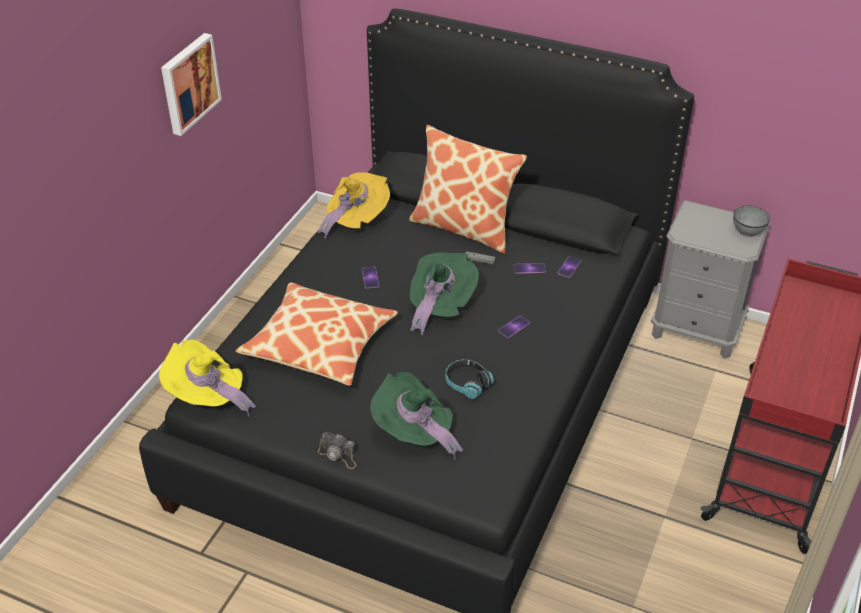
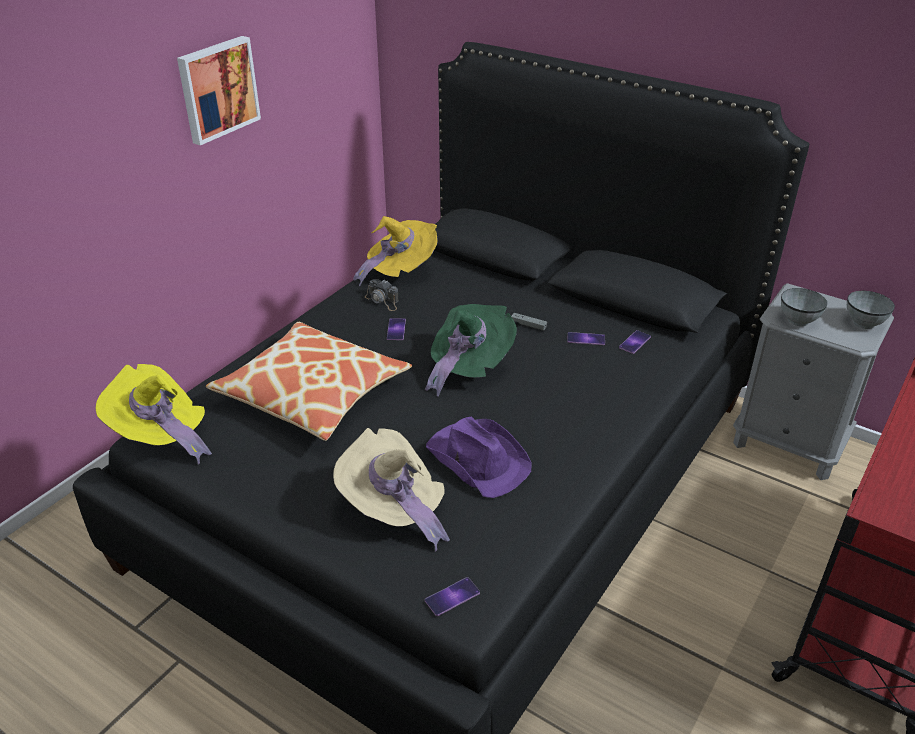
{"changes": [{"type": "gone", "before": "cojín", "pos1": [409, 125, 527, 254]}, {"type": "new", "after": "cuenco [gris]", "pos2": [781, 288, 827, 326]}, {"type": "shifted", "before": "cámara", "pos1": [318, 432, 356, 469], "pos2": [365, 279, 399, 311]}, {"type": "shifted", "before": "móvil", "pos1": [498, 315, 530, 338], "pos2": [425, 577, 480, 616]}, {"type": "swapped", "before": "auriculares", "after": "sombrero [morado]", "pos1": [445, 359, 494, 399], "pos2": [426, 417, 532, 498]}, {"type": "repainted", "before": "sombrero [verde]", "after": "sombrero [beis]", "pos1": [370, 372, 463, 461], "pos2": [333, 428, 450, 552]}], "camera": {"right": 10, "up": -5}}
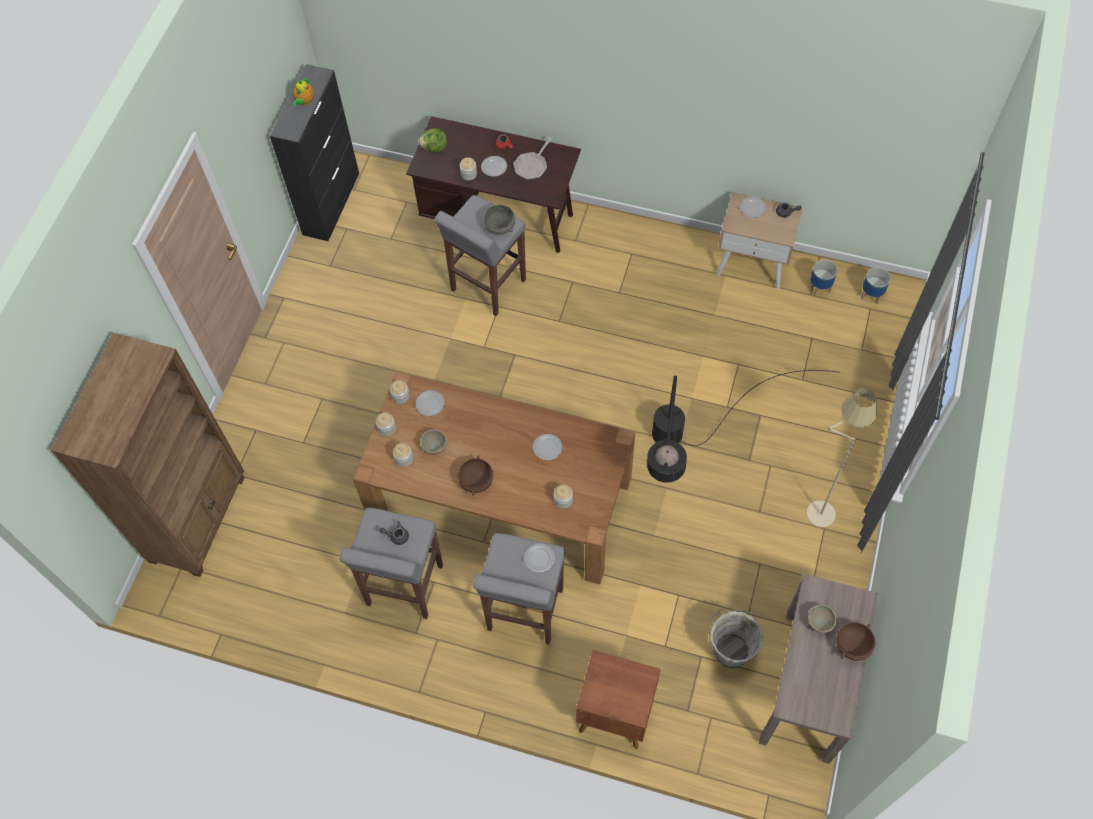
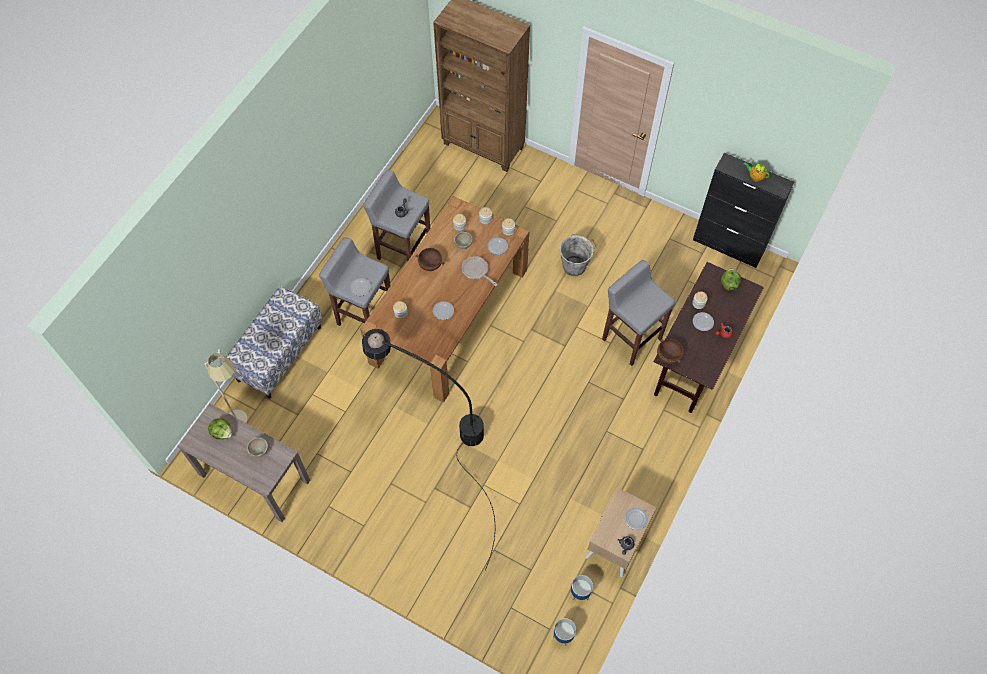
{"changes": [{"type": "gone", "before": "cuenco [gris]", "pos1": [483, 205, 515, 235]}, {"type": "new", "after": "lechuga", "pos2": [208, 419, 232, 440]}, {"type": "shifted", "before": "sartén", "pos1": [513, 137, 553, 180], "pos2": [462, 257, 498, 286]}, {"type": "shifted", "before": "cubo [gris]", "pos1": [709, 609, 763, 668], "pos2": [560, 234, 597, 276]}, {"type": "shifted", "before": "lámpara de pie [beis]", "pos1": [807, 388, 878, 527], "pos2": [205, 349, 248, 423]}, {"type": "shifted", "before": "cuenco [marrón]", "pos1": [836, 622, 876, 661], "pos2": [657, 339, 683, 364]}, {"type": "swapped", "before": "mesita de noche [marrón]", "after": "banco", "pos1": [576, 650, 660, 749], "pos2": [223, 286, 323, 399]}], "camera": {"right": 100, "up": 0}}
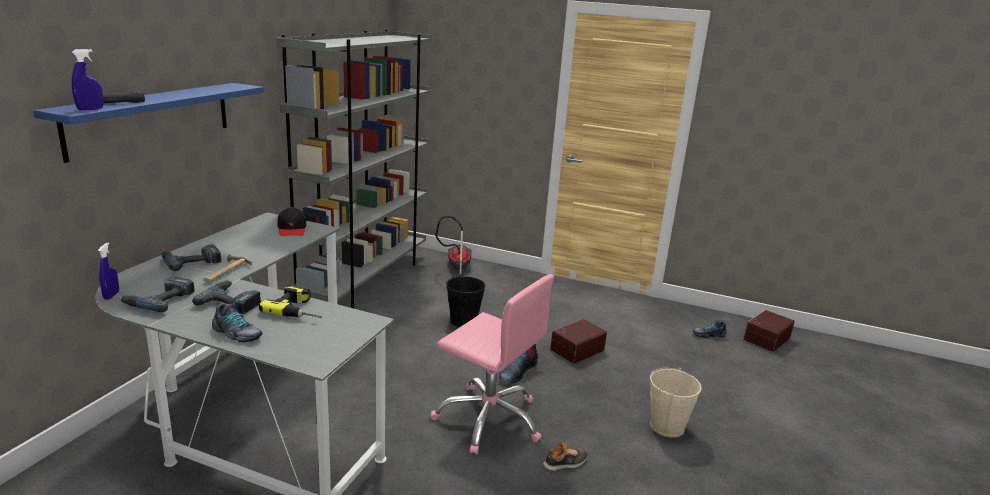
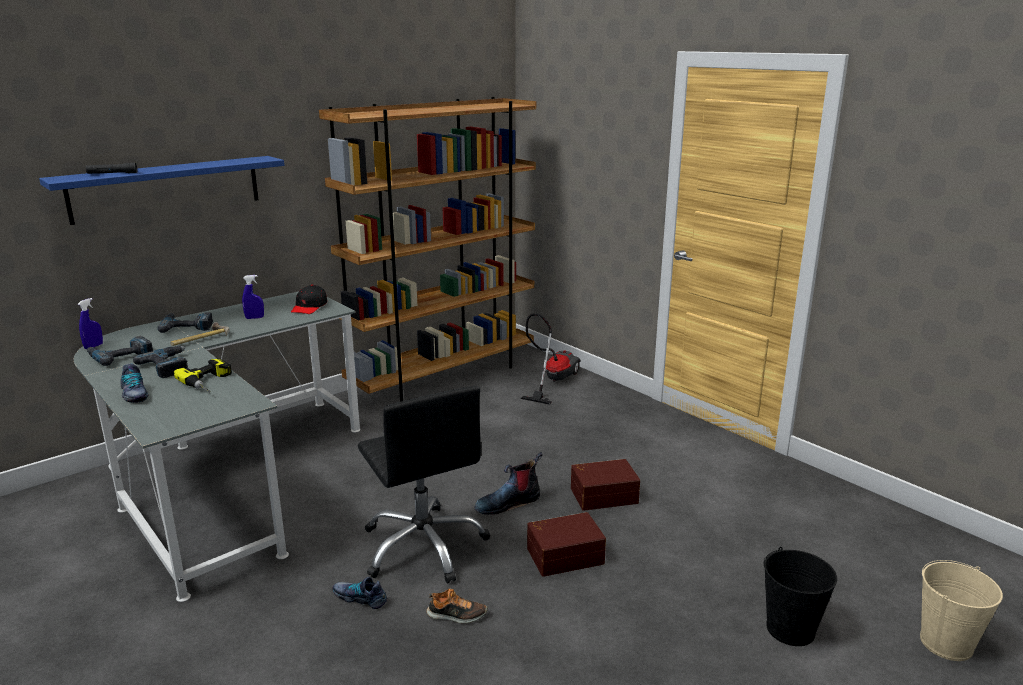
{"changes": [{"type": "shifted", "before": "pulverizador [azul]", "pos1": [72, 49, 103, 110], "pos2": [242, 275, 264, 319]}, {"type": "shifted", "before": "cubo [negro]", "pos1": [446, 276, 485, 327], "pos2": [764, 547, 837, 646]}, {"type": "shifted", "before": "cubo [beis]", "pos1": [650, 368, 702, 437], "pos2": [920, 560, 1003, 661]}, {"type": "shifted", "before": "zapato", "pos1": [692, 320, 727, 338], "pos2": [333, 577, 387, 609]}, {"type": "shifted", "before": "caja de almacenaje [marrón]", "pos1": [744, 310, 795, 352], "pos2": [527, 512, 606, 577]}, {"type": "repainted", "before": "estantería [gris]", "after": "estantería [marrón]", "pos1": [276, 30, 432, 309], "pos2": [319, 97, 536, 402]}, {"type": "repainted", "before": "silla de oficina [rosa]", "after": "silla de oficina [negro]", "pos1": [431, 274, 554, 455], "pos2": [358, 386, 490, 584]}], "camera": {"right": 30, "up": 0}}
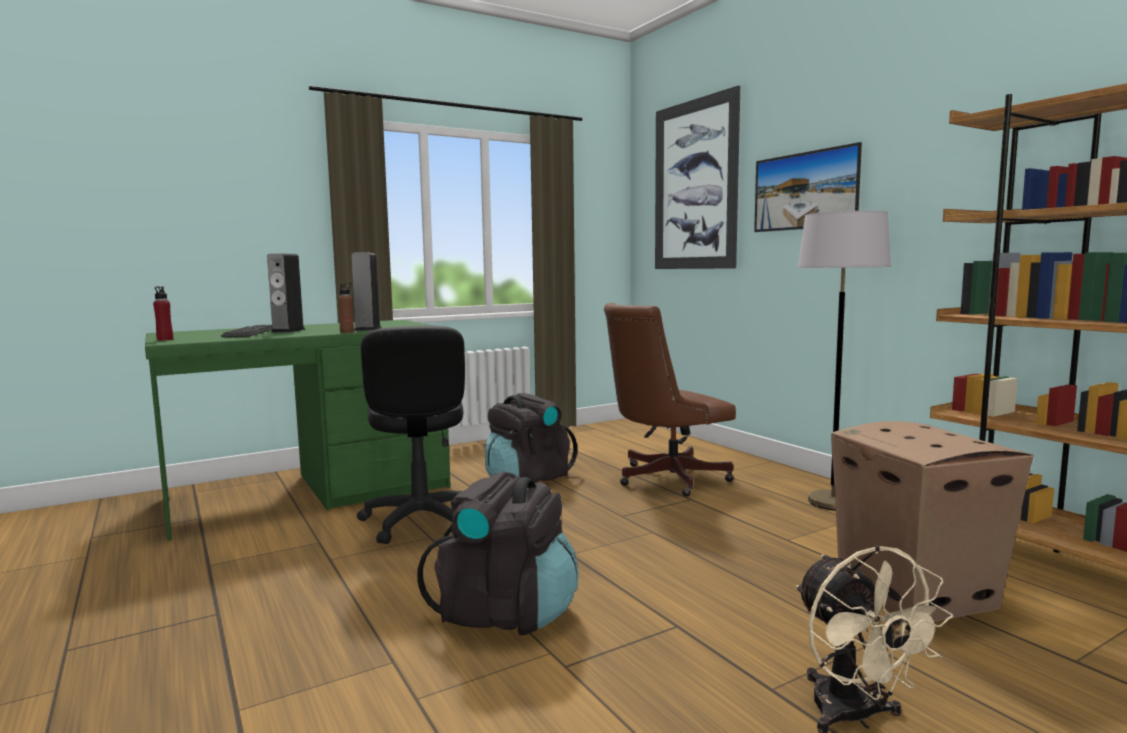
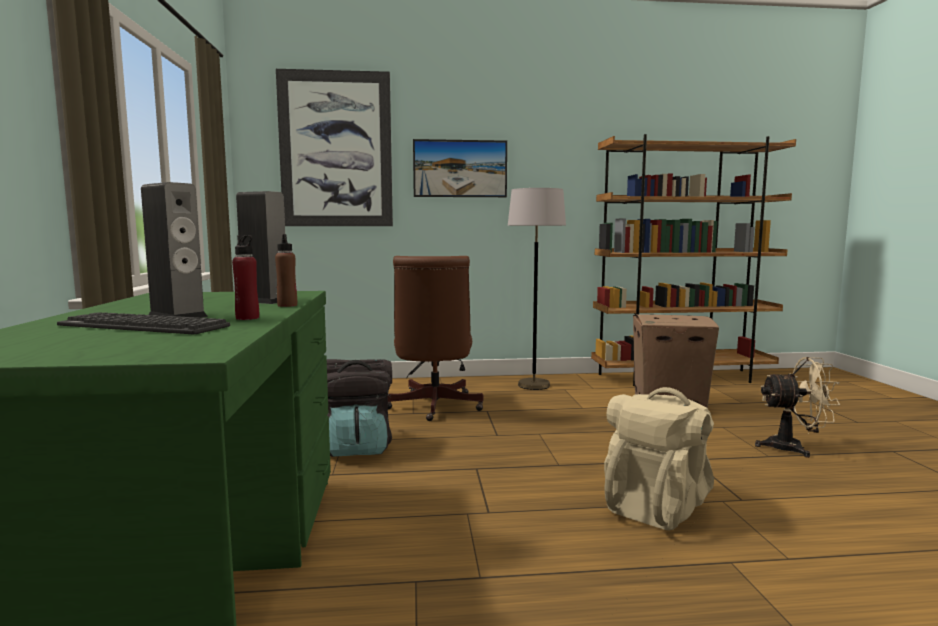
{"changes": [{"type": "gone", "before": "silla de oficina [negro]", "pos1": [357, 326, 465, 544]}, {"type": "shifted", "before": "botella [rojo]", "pos1": [153, 286, 173, 341], "pos2": [232, 235, 259, 320]}, {"type": "repainted", "before": "mochila [negro]", "after": "mochila [beis]", "pos1": [417, 472, 579, 635], "pos2": [604, 387, 714, 530]}], "camera": {"right": -65, "up": 0}}
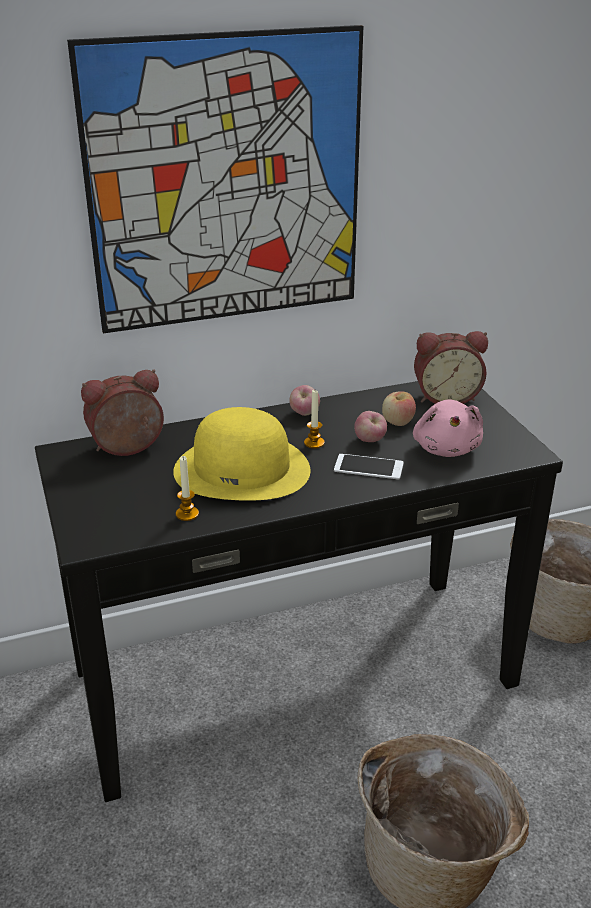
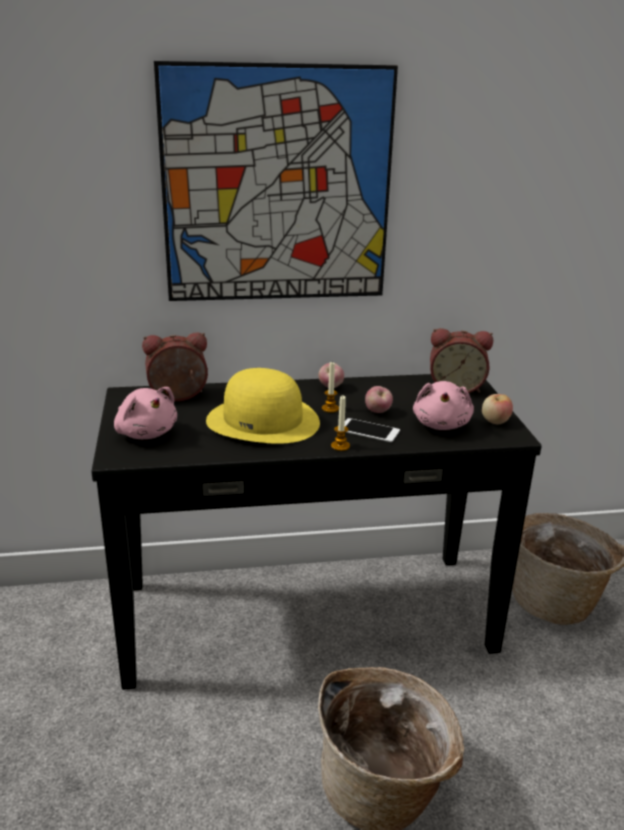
{"changes": [{"type": "new", "after": "peluche [rosa]", "pos2": [114, 387, 177, 439]}, {"type": "shifted", "before": "vela", "pos1": [176, 456, 199, 521], "pos2": [331, 396, 350, 451]}, {"type": "shifted", "before": "manzana", "pos1": [382, 392, 416, 426], "pos2": [482, 394, 513, 425]}], "camera": {"right": 10, "up": -5}}
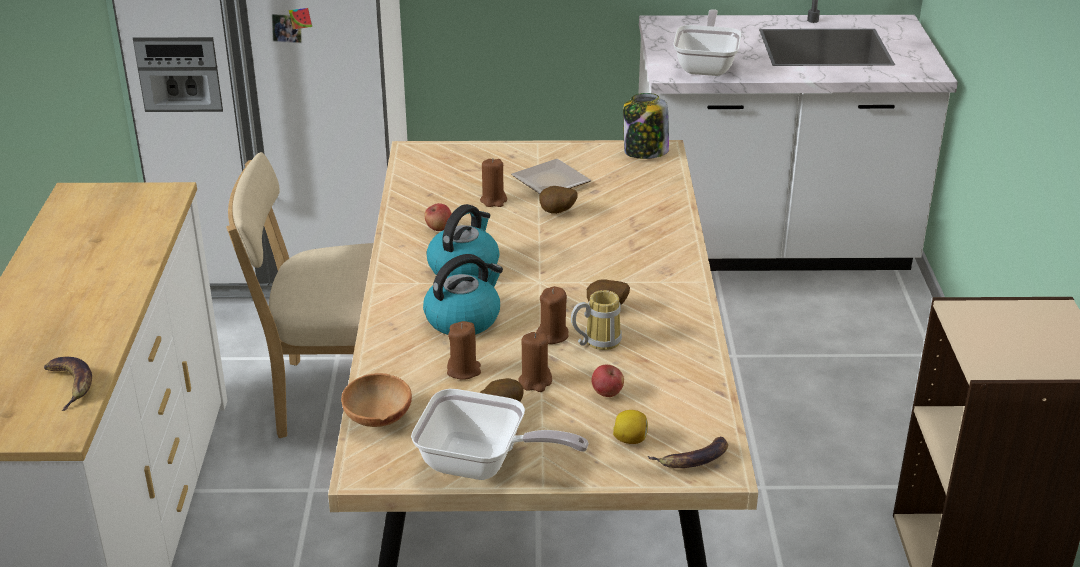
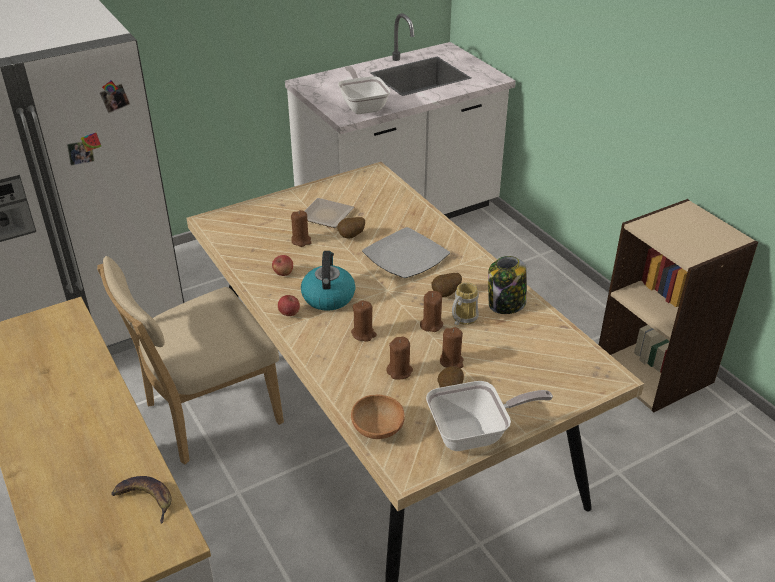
{"changes": [{"type": "gone", "before": "limón", "pos1": [613, 410, 648, 444]}, {"type": "gone", "before": "plátano", "pos1": [648, 436, 728, 468]}, {"type": "new", "after": "plato", "pos2": [362, 227, 450, 278]}, {"type": "shifted", "before": "manzana", "pos1": [592, 365, 624, 397], "pos2": [278, 295, 300, 316]}, {"type": "shifted", "before": "tarro", "pos1": [623, 93, 669, 159], "pos2": [488, 256, 527, 314]}, {"type": "swapped", "before": "hervidor", "after": "vela [marrón]", "pos1": [423, 254, 503, 335], "pos2": [351, 300, 377, 342]}], "camera": {"right": -30, "up": 5}}
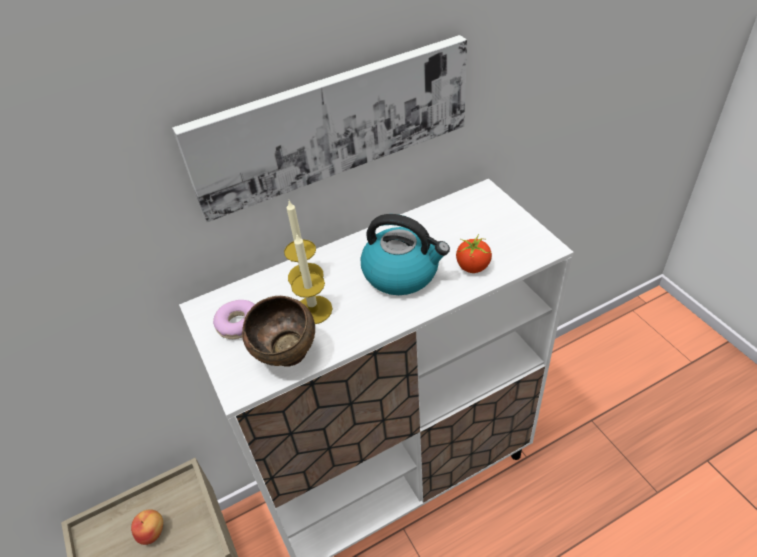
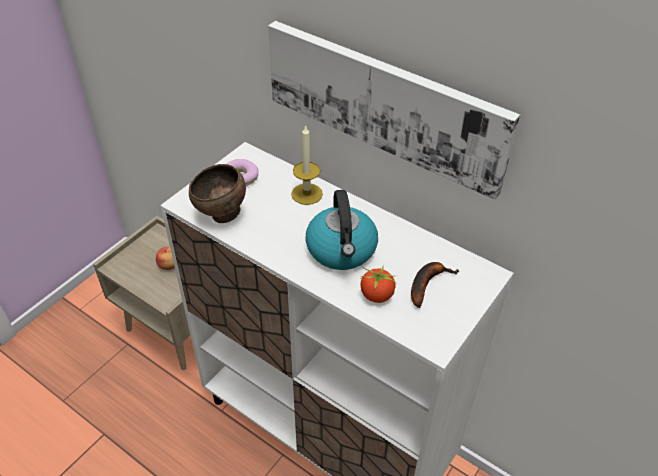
{"changes": [{"type": "gone", "before": "vela", "pos1": [291, 233, 333, 324]}, {"type": "new", "after": "plátano", "pos2": [411, 262, 459, 308]}], "camera": {"right": 60, "up": 0}}
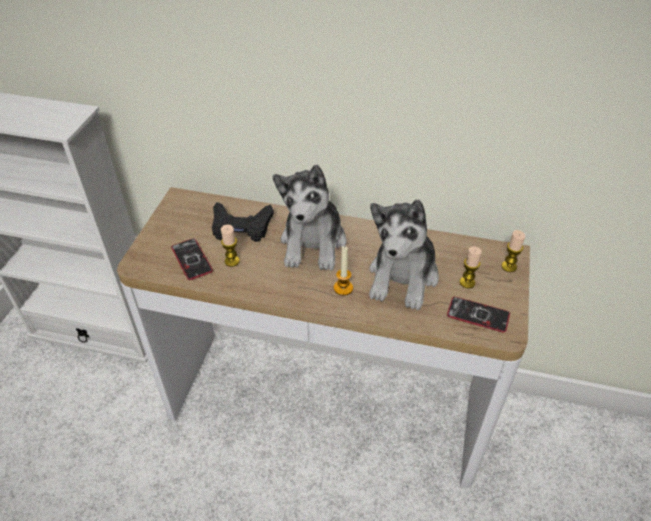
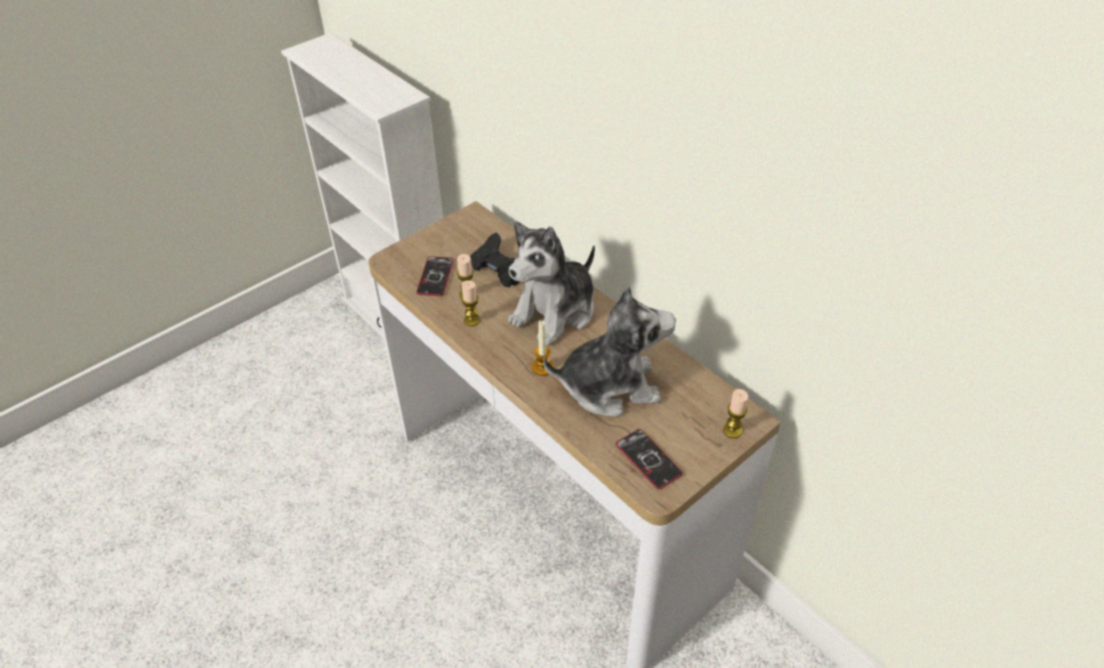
{"changes": [{"type": "shifted", "before": "vela", "pos1": [460, 247, 482, 289], "pos2": [461, 280, 481, 326]}, {"type": "rotated", "before": "peluche", "pos1": [369, 200, 439, 310], "pos2": [543, 284, 676, 417], "turn": -150}], "camera": {"right": 35, "up": 0}}
